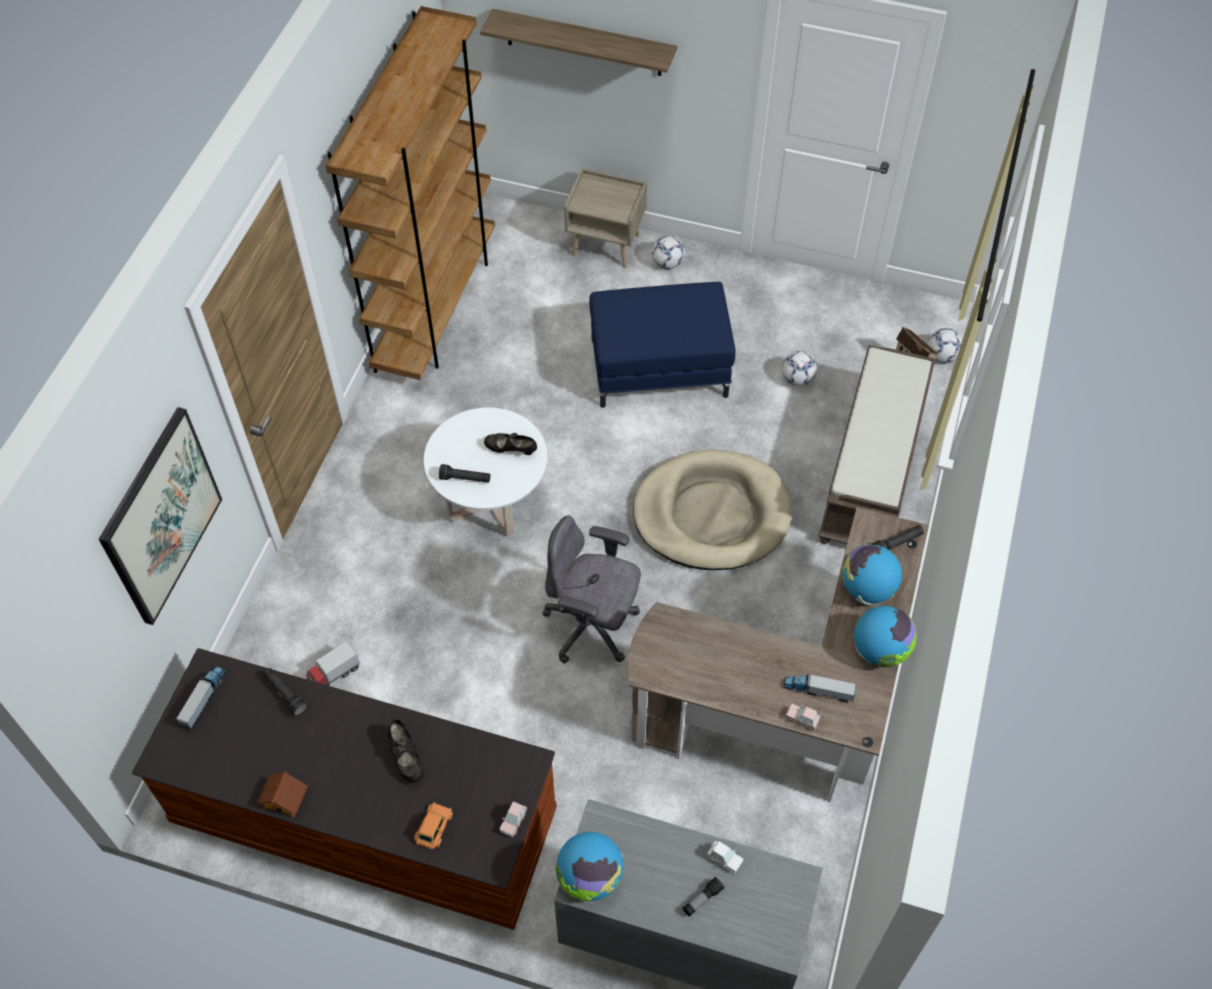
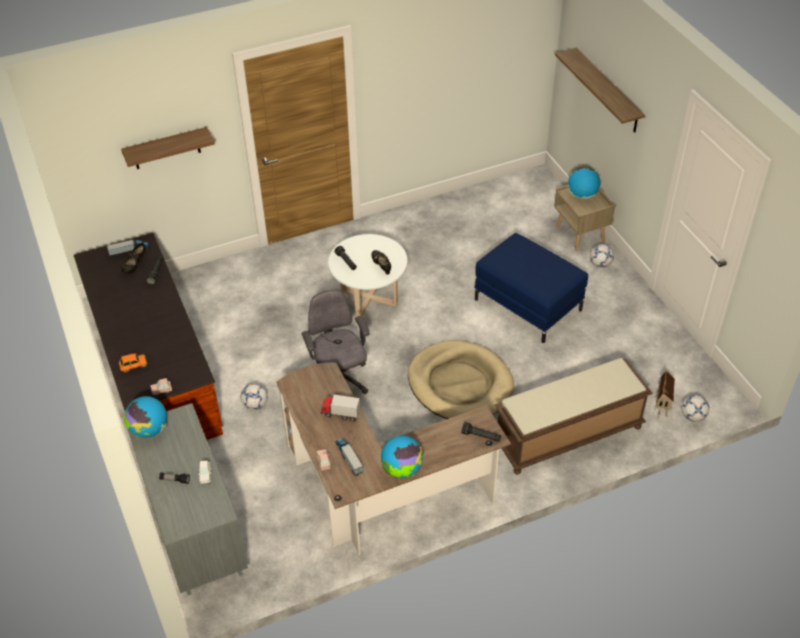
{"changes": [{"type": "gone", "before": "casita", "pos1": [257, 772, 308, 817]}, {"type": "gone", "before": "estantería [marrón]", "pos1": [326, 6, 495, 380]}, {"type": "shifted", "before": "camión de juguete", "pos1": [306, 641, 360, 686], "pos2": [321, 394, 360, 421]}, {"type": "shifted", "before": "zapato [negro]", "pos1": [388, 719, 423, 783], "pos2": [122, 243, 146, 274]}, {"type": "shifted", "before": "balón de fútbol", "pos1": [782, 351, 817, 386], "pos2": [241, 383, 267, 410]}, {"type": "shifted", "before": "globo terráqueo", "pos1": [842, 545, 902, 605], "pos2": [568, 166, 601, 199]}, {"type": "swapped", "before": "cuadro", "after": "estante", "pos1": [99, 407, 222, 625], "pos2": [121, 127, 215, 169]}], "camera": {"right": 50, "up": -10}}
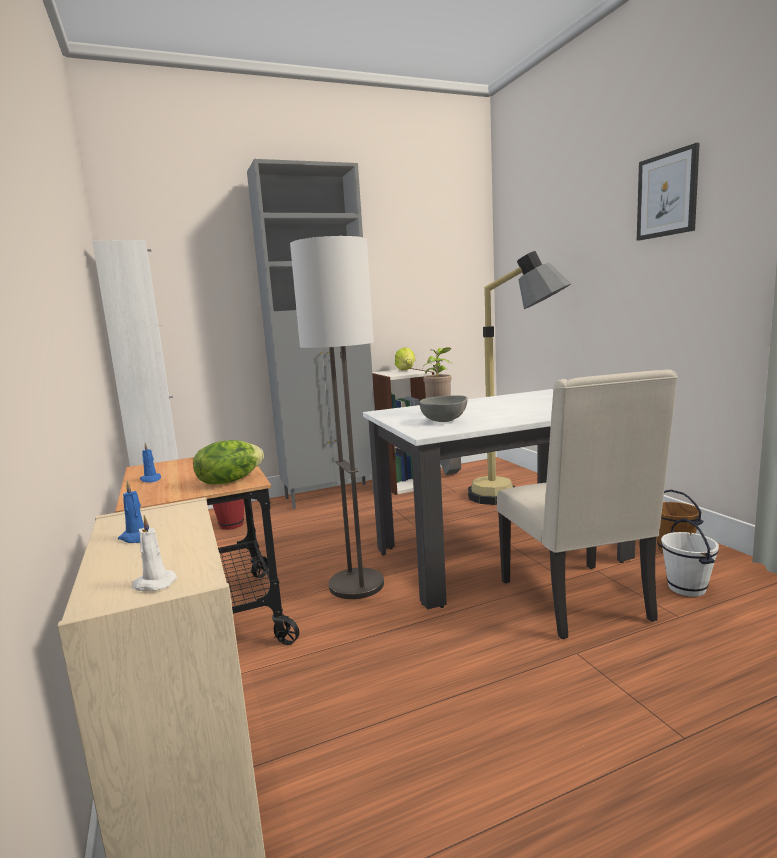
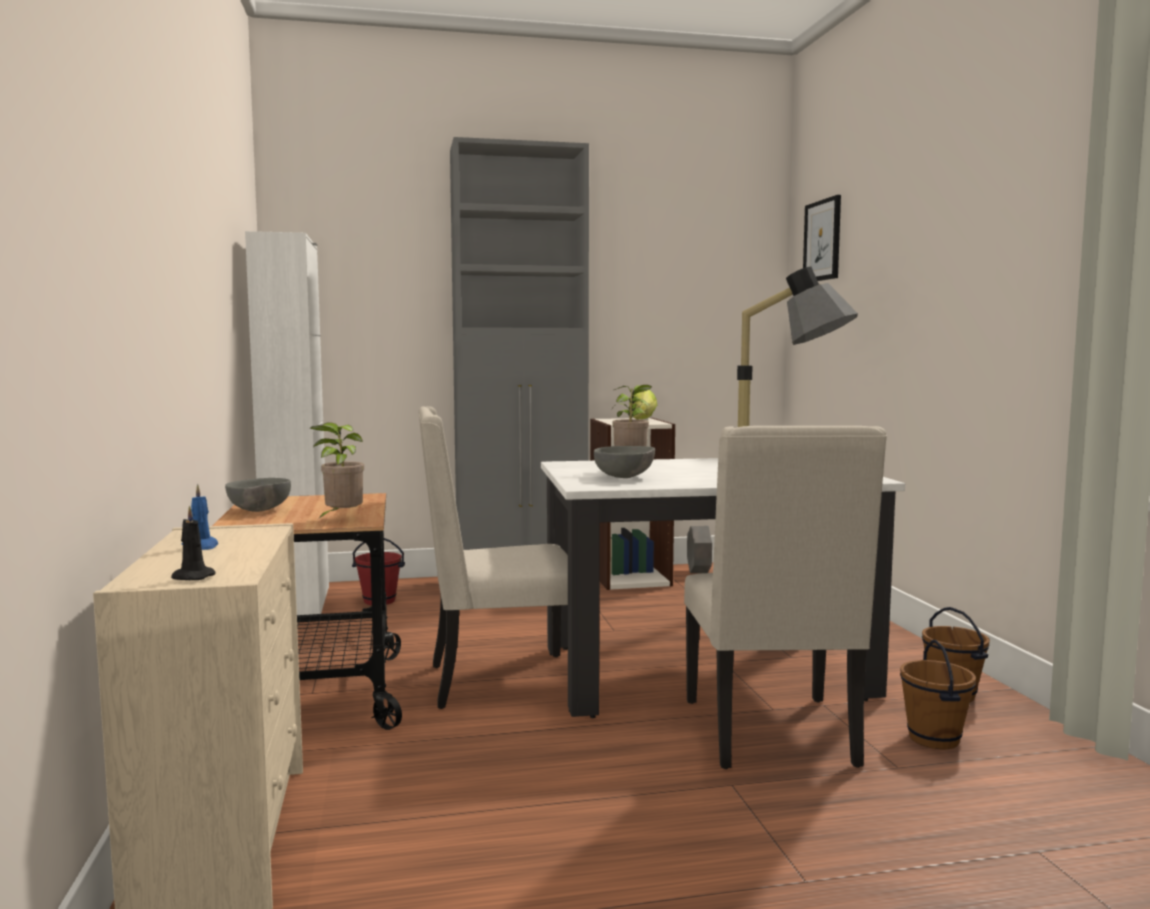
{"changes": [{"type": "shifted", "before": "cuadro", "pos1": [637, 143, 700, 241], "pos2": [803, 195, 841, 281]}, {"type": "swapped", "before": "vela [azul]", "after": "cuenco [gris]", "pos1": [140, 442, 161, 483], "pos2": [225, 478, 291, 512]}, {"type": "swapped", "before": "lechuga", "after": "planta en maceta", "pos1": [193, 440, 264, 484], "pos2": [310, 422, 364, 519]}, {"type": "swapped", "before": "lámpara de pie", "after": "silla [beis]", "pos1": [290, 236, 384, 599], "pos2": [418, 406, 568, 709]}, {"type": "repainted", "before": "vela [blanco]", "after": "vela [negro]", "pos1": [131, 515, 178, 591], "pos2": [171, 506, 216, 580]}, {"type": "repainted", "before": "cubo [blanco]", "after": "cubo [marrón]", "pos1": [661, 519, 719, 597], "pos2": [900, 640, 976, 749]}], "camera": {"right": 10, "up": -5}}
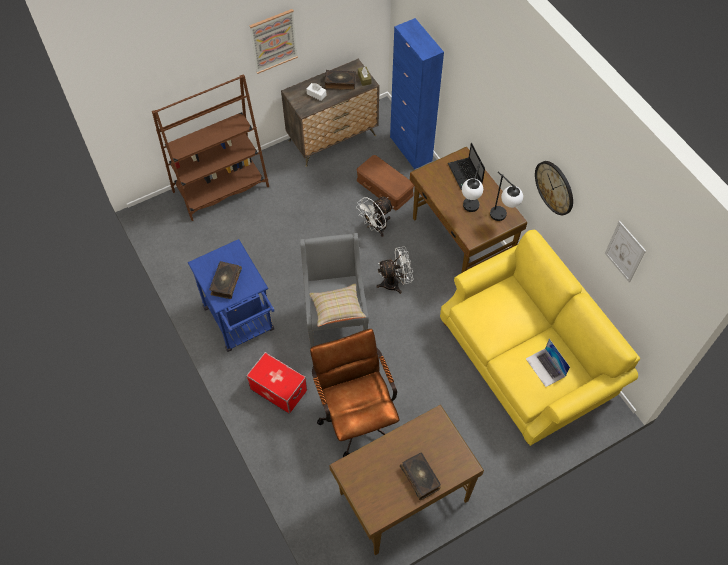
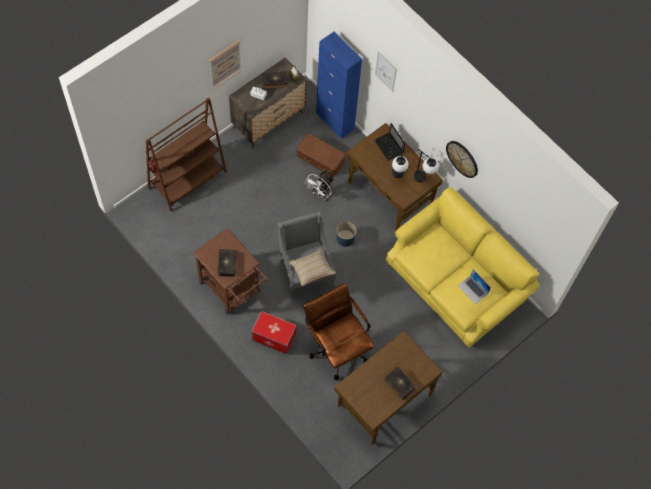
{"changes": [{"type": "shifted", "before": "cuadro", "pos1": [605, 221, 646, 282], "pos2": [375, 51, 397, 92]}, {"type": "swapped", "before": "ventilador [blanco]", "after": "maceta [azul]", "pos1": [376, 246, 413, 294], "pos2": [336, 222, 356, 247]}, {"type": "repainted", "before": "carrito [azul]", "after": "carrito [marrón]", "pos1": [188, 239, 274, 352], "pos2": [193, 228, 268, 314]}], "camera": {"right": -15, "up": 5}}
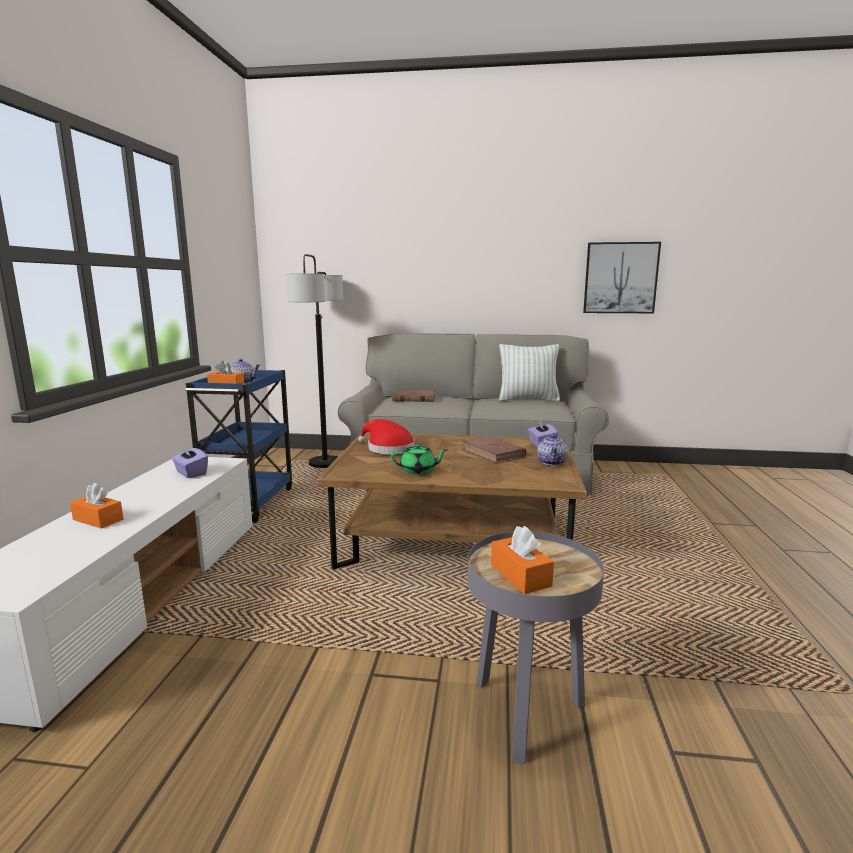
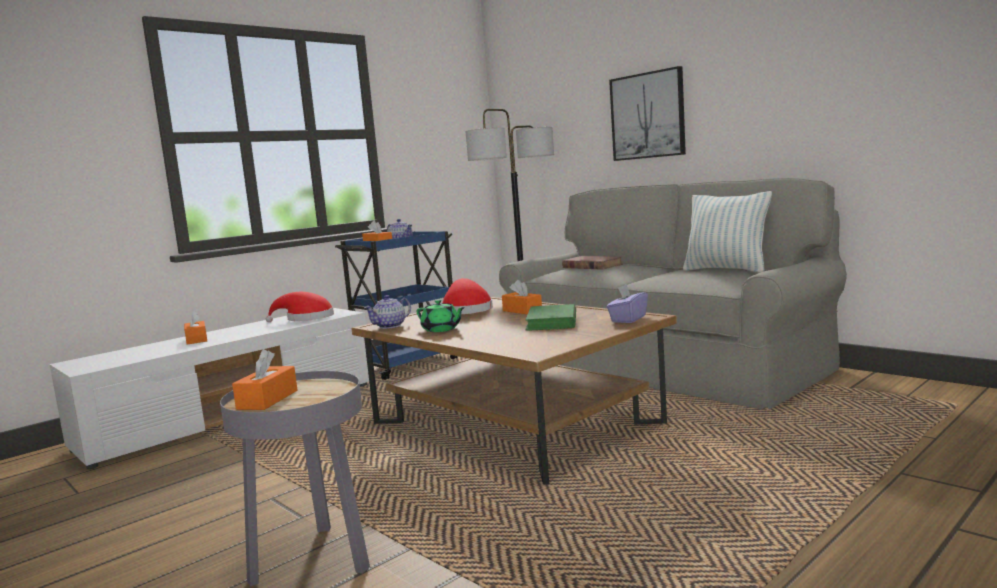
{"changes": [{"type": "new", "after": "caja de pañuelos [naranja]", "pos2": [502, 280, 542, 314]}, {"type": "shifted", "before": "tetera", "pos1": [537, 434, 568, 466], "pos2": [364, 295, 411, 329]}, {"type": "shifted", "before": "cuadro", "pos1": [583, 242, 661, 313], "pos2": [609, 66, 686, 161]}, {"type": "swapped", "before": "caja de pañuelos [morado]", "after": "sombrero [rojo]", "pos1": [172, 445, 208, 478], "pos2": [266, 292, 334, 322]}, {"type": "repainted", "before": "libro [marrón]", "after": "libro [verde]", "pos1": [462, 436, 527, 463], "pos2": [525, 304, 576, 330]}], "camera": {"right": 40, "up": -5}}
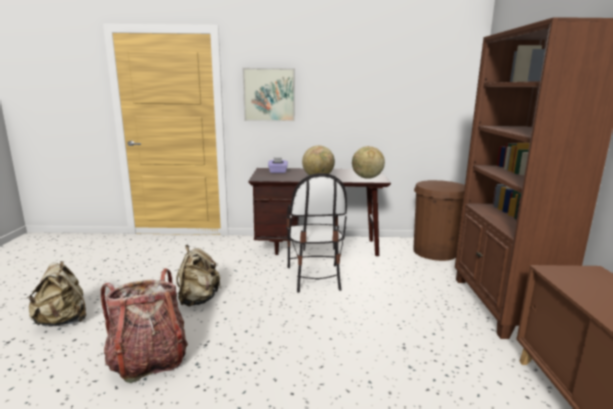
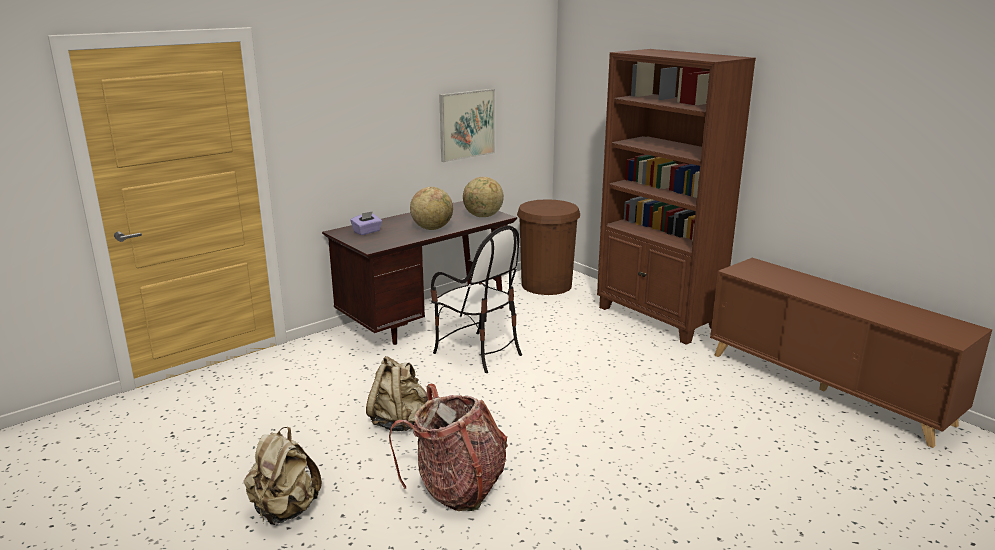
{"changes": [{"type": "shifted", "before": "cuadro", "pos1": [243, 68, 295, 121], "pos2": [439, 89, 495, 162]}], "camera": {"right": -40, "up": 5}}
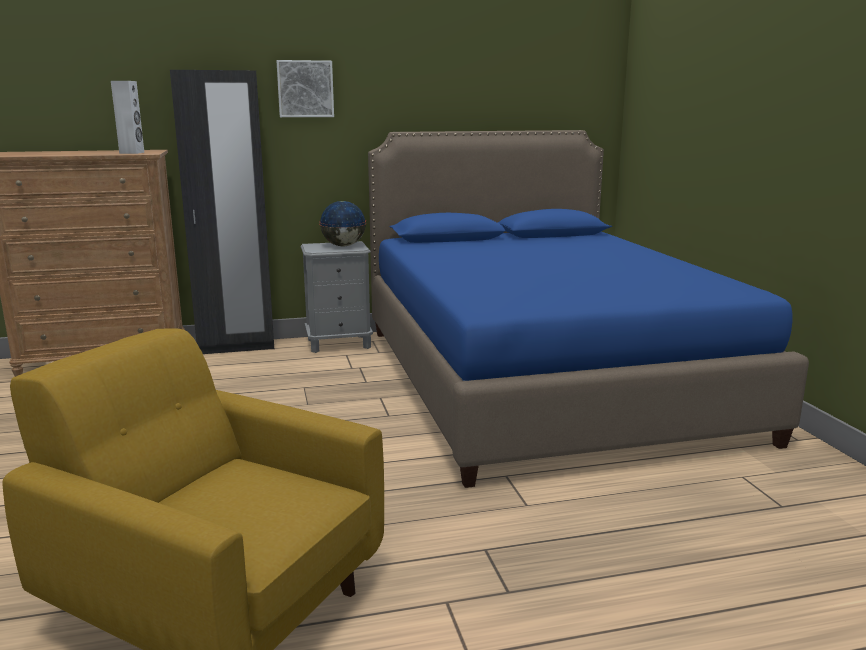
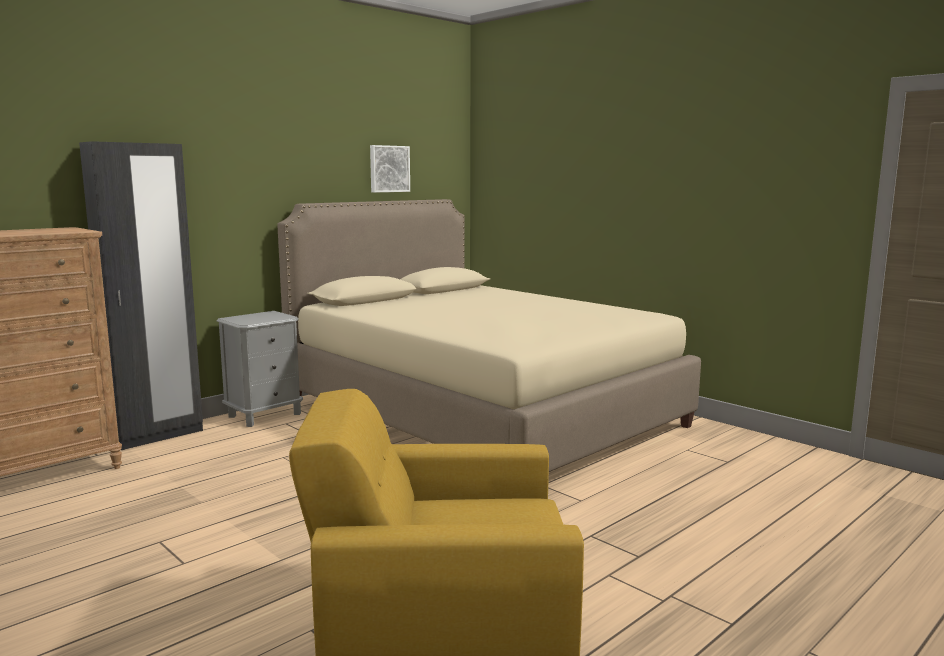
{"changes": [{"type": "gone", "before": "altavoz [blanco]", "pos1": [111, 81, 144, 154]}, {"type": "gone", "before": "globo terráqueo", "pos1": [319, 201, 366, 246]}, {"type": "shifted", "before": "cuadro", "pos1": [276, 60, 334, 117], "pos2": [370, 145, 410, 192]}, {"type": "repainted", "before": "cama [azul]", "after": "cama [beis]", "pos1": [368, 130, 809, 488], "pos2": [277, 199, 701, 472]}], "camera": {"right": -30, "up": -5}}
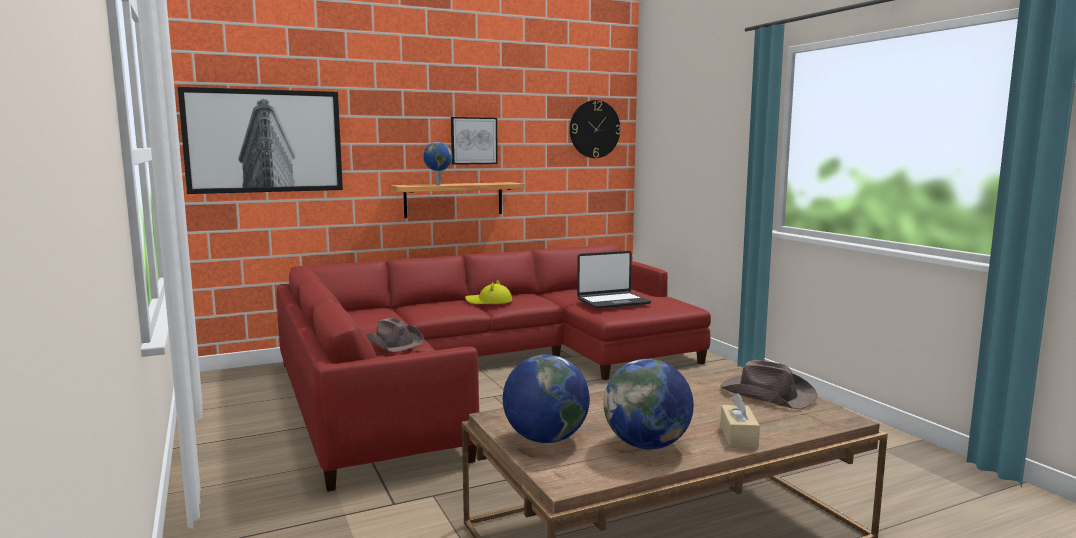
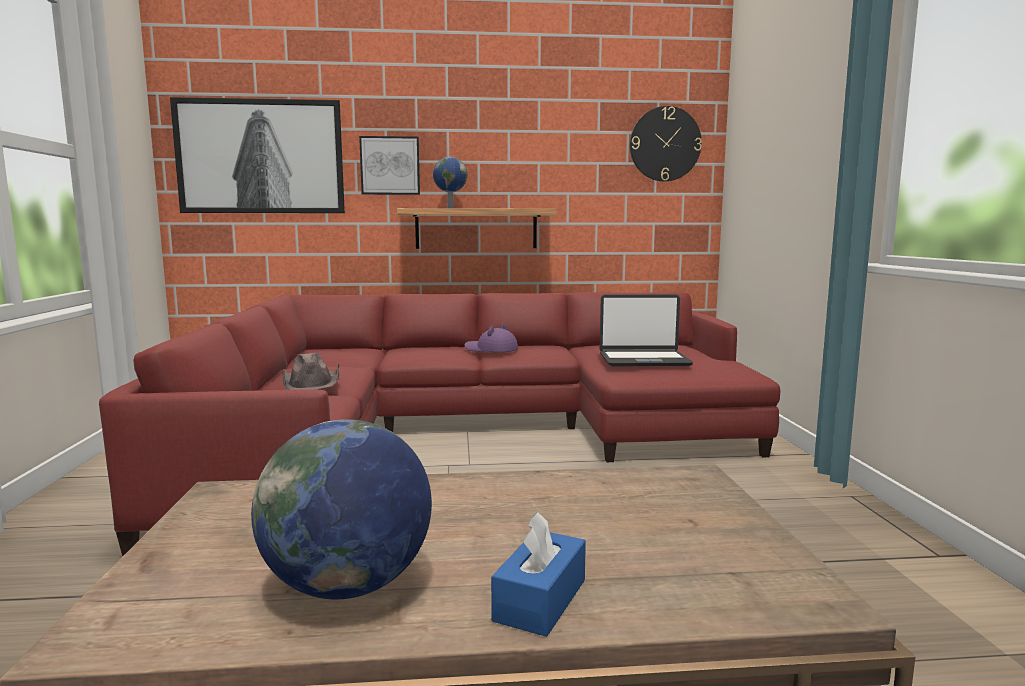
{"changes": [{"type": "gone", "before": "globo terráqueo", "pos1": [503, 355, 590, 443]}, {"type": "gone", "before": "sombrero [marrón]", "pos1": [721, 360, 818, 410]}, {"type": "shifted", "before": "cuadro", "pos1": [451, 117, 498, 165], "pos2": [359, 136, 420, 195]}, {"type": "repainted", "before": "sombrero [amarillo]", "after": "sombrero [morado]", "pos1": [465, 280, 512, 304], "pos2": [464, 323, 518, 352]}, {"type": "repainted", "before": "caja de pañuelos [beis]", "after": "caja de pañuelos [azul]", "pos1": [720, 393, 760, 448], "pos2": [491, 512, 586, 637]}], "camera": {"right": 20, "up": 0}}
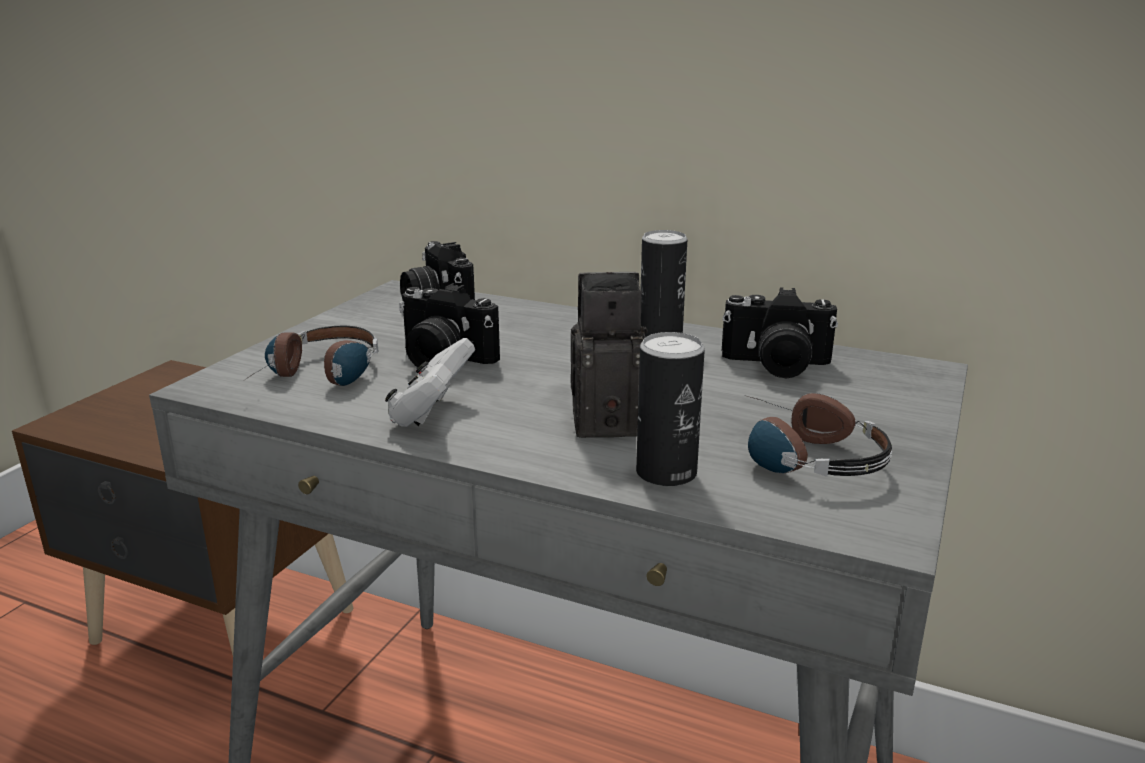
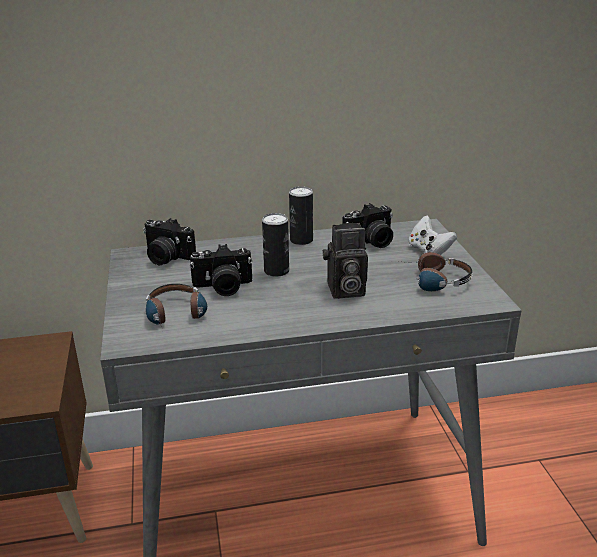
{"changes": [{"type": "shifted", "before": "mando de consola [blanco]", "pos1": [385, 338, 475, 427], "pos2": [408, 215, 457, 255]}, {"type": "shifted", "before": "lata", "pos1": [636, 332, 705, 486], "pos2": [262, 213, 289, 277]}, {"type": "rotated", "before": "cámara", "pos1": [571, 272, 647, 438], "pos2": [323, 223, 368, 299], "turn": -150}], "camera": {"right": -35, "up": 5}}
